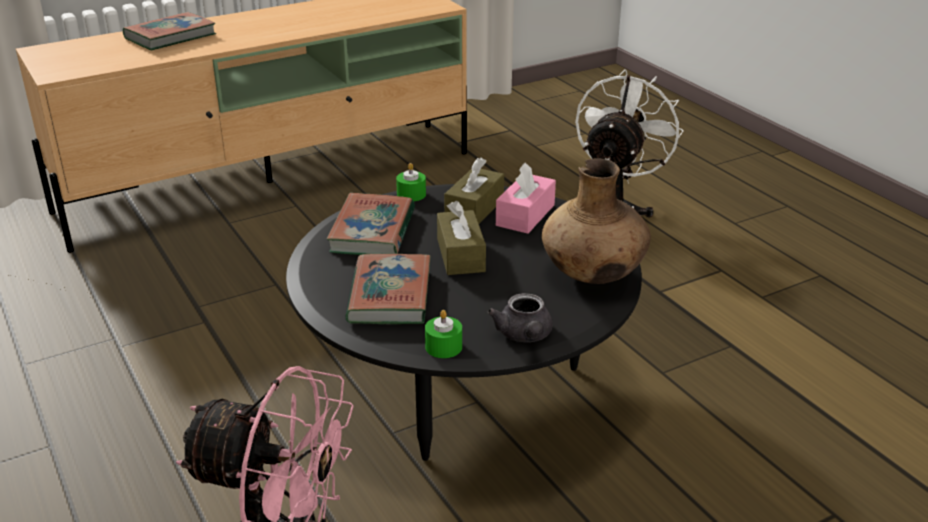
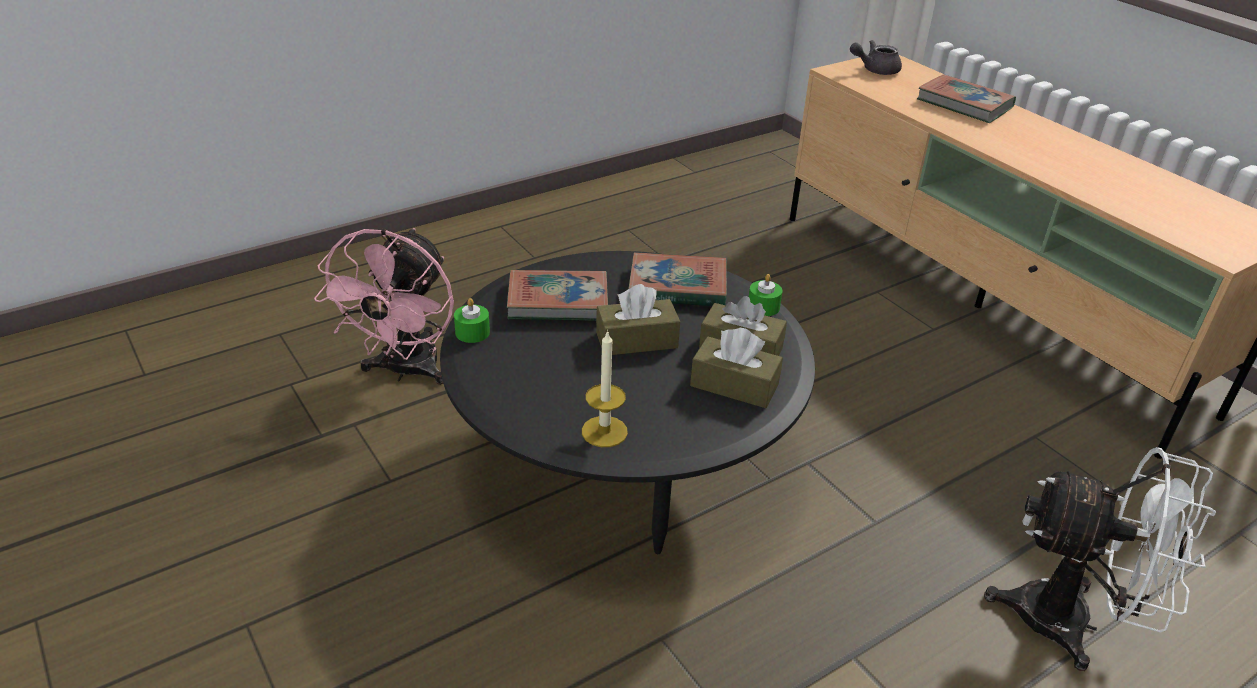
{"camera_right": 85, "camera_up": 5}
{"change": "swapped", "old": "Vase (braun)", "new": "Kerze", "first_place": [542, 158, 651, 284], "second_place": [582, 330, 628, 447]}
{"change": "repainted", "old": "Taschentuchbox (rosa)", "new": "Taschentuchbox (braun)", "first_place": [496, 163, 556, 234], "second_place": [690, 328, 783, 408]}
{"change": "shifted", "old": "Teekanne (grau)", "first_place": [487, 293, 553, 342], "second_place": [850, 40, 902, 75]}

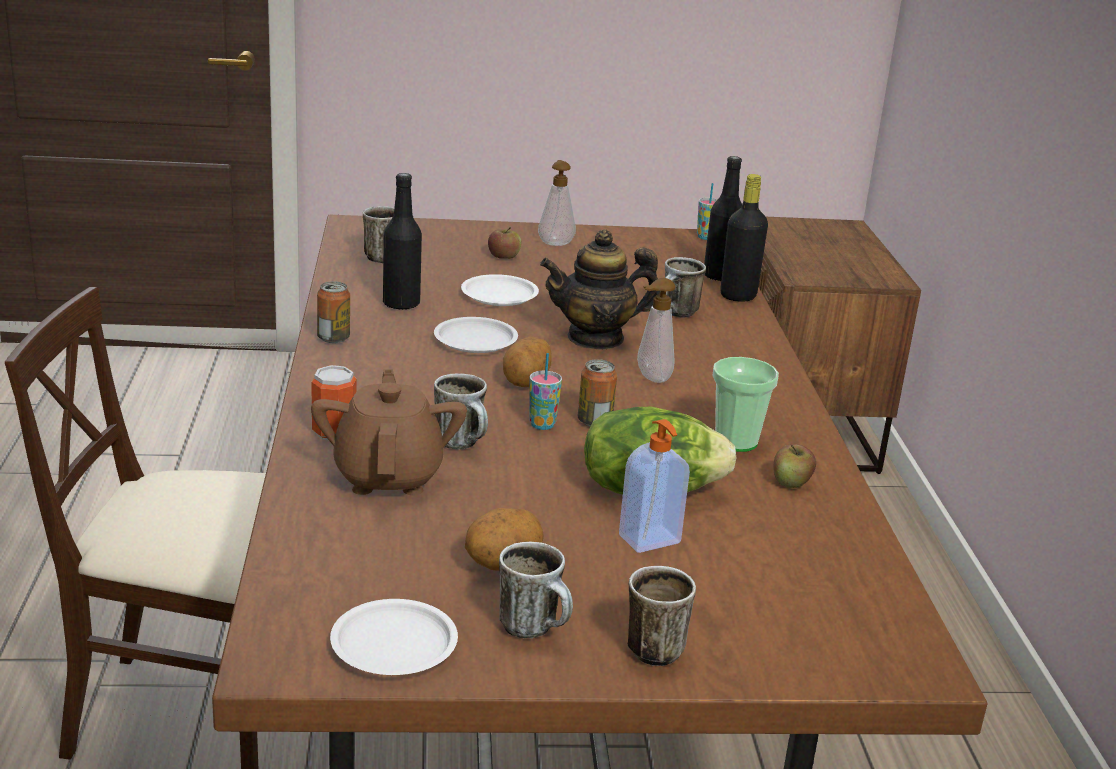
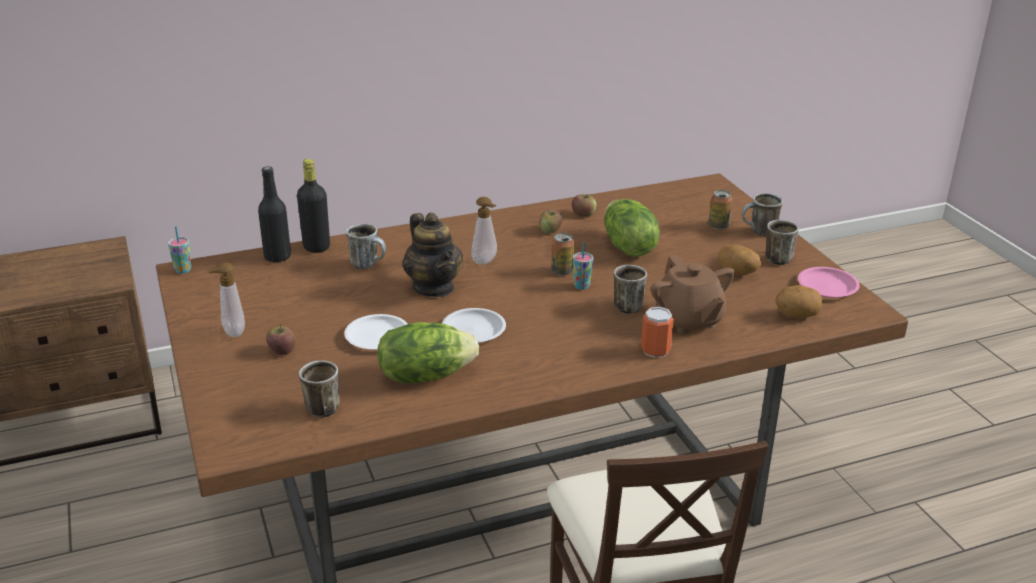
{"camera_right": -105, "camera_up": 5}
{"change": "swapped", "old": "Flasche (schwarz)", "new": "Salatkopf", "first_place": [383, 173, 422, 310], "second_place": [378, 322, 479, 383]}
{"change": "shifted", "old": "Dose", "first_place": [317, 281, 350, 343], "second_place": [709, 190, 732, 230]}
{"change": "shifted", "old": "Kartoffel", "first_place": [503, 337, 551, 387], "second_place": [775, 285, 823, 318]}
{"change": "swapped", "old": "Tasse", "new": "Apfel", "first_place": [712, 357, 779, 452], "second_place": [539, 209, 562, 234]}
{"change": "rotated", "old": "Teekanne (braun)", "first_place": [311, 369, 467, 495], "second_place": [651, 255, 735, 334], "degrees": -90}
{"change": "gone", "old": "Seifenspender", "first_place": [619, 419, 690, 553]}
{"change": "repainted", "old": "Teller (weiß)", "new": "Teller (rosa)", "first_place": [330, 599, 458, 675], "second_place": [798, 267, 860, 298]}

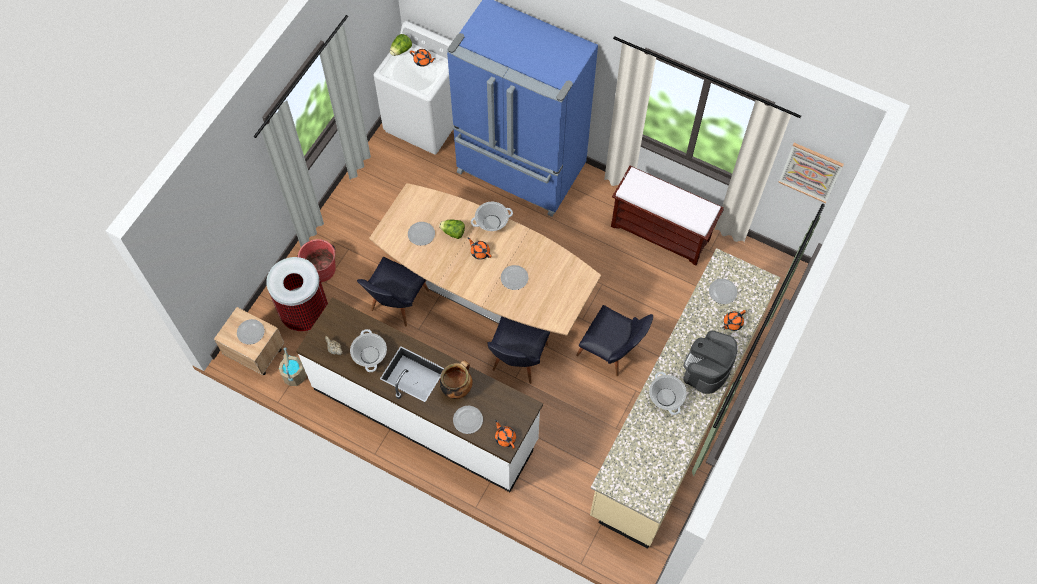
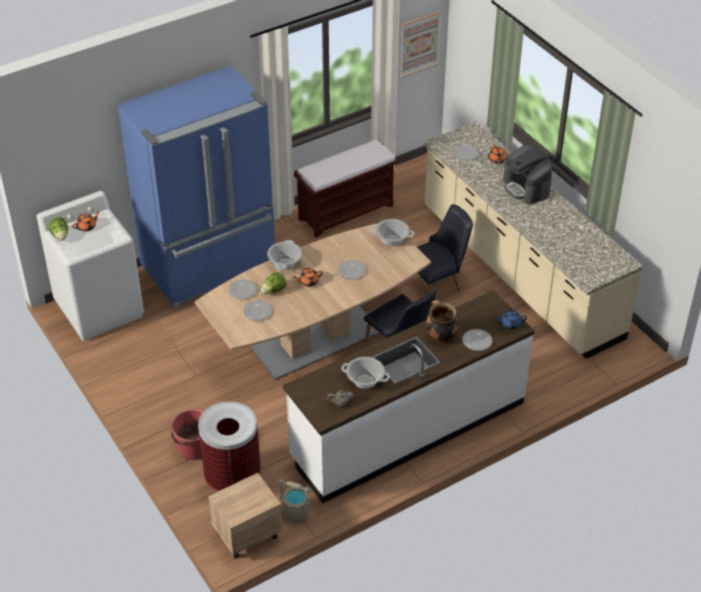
{"camera_right": -60, "camera_up": -20}
{"change": "gone", "old": "Stuhl (schwarz)", "first_place": [357, 257, 429, 326]}
{"change": "shifted", "old": "Teller", "first_place": [237, 319, 265, 345], "second_place": [229, 279, 257, 299]}
{"change": "shifted", "old": "Kochtopf", "first_place": [649, 372, 687, 415], "second_place": [371, 219, 414, 246]}
{"change": "repainted", "old": "Teekanne (orange)", "new": "Teekanne (blau)", "first_place": [495, 420, 516, 449], "second_place": [494, 310, 527, 330]}

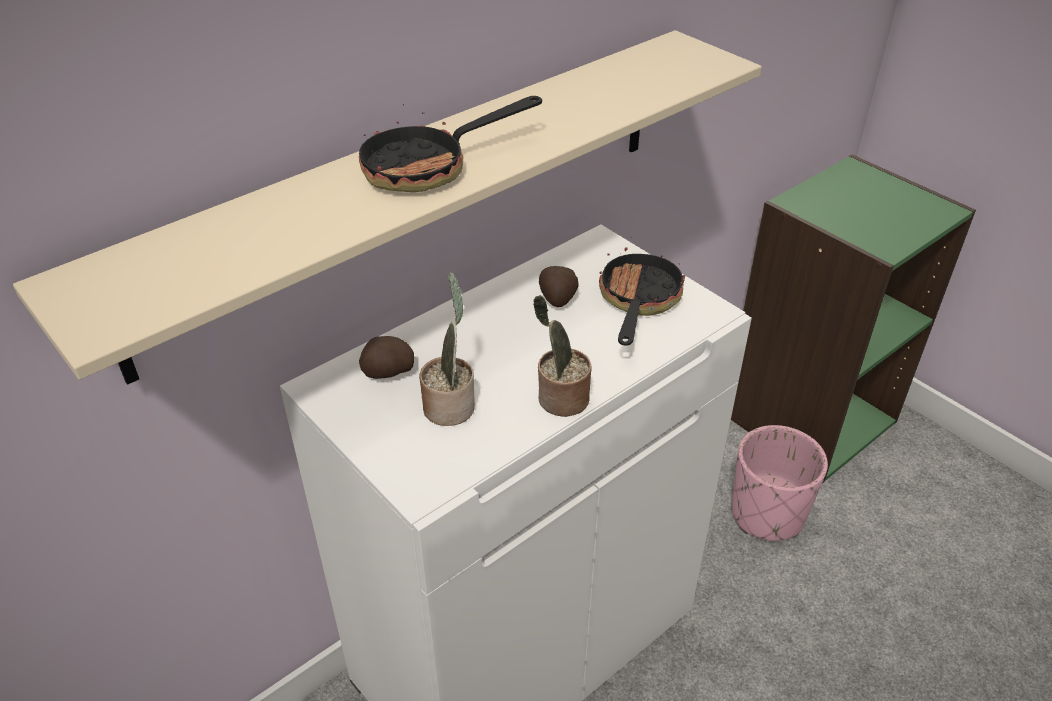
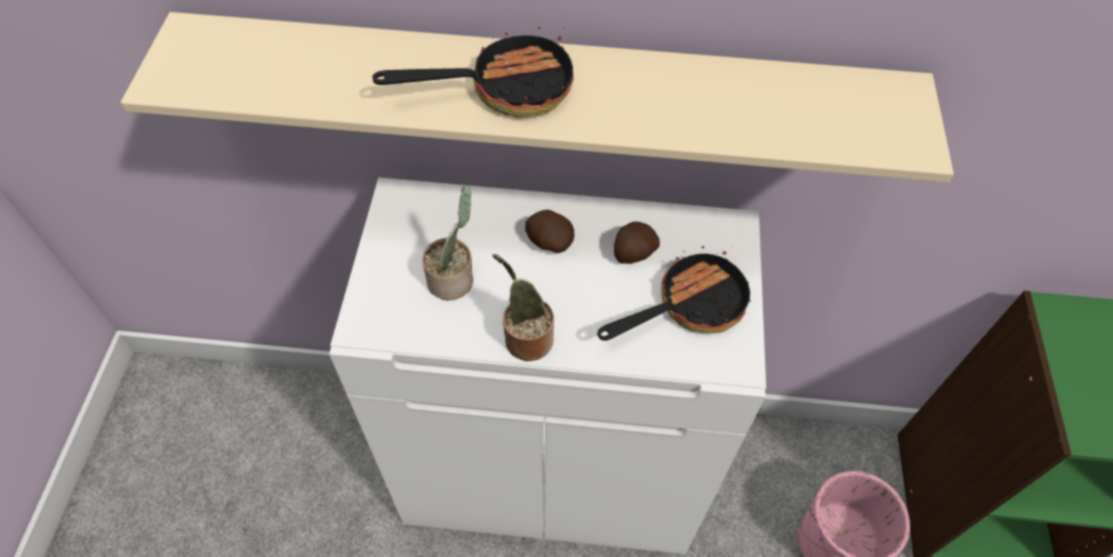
{"camera_right": 45, "camera_up": 15}
{"change": "rotated", "old": "Pfanne", "first_place": [359, 96, 542, 192], "second_place": [372, 27, 574, 117], "degrees": 150}
{"change": "shifted", "old": "Kartoffel", "first_place": [359, 336, 414, 379], "second_place": [525, 210, 574, 253]}

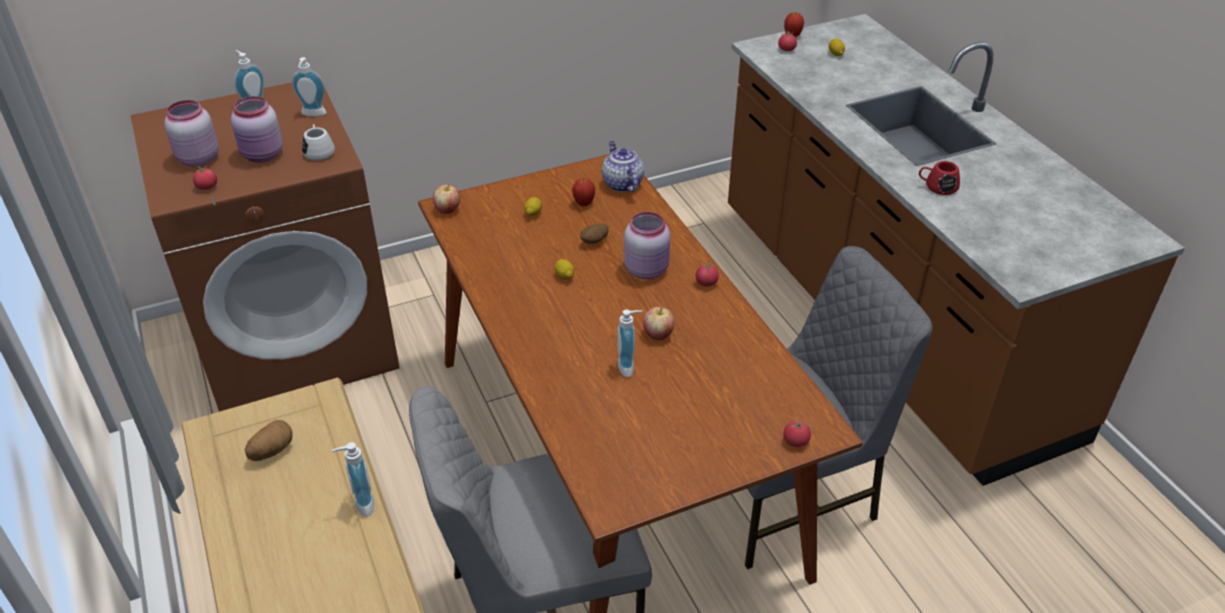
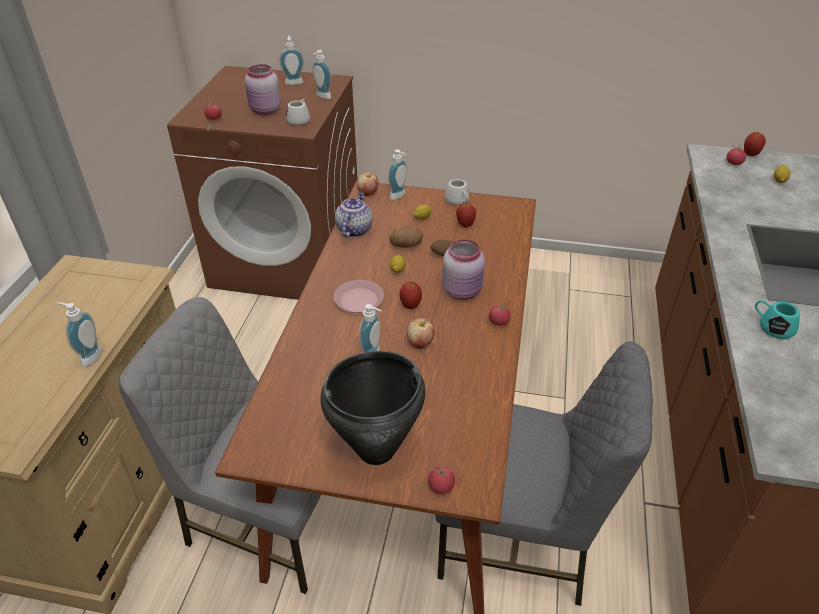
{"camera_right": 35, "camera_up": 0}
{"change": "gone", "old": "Vorratsglas (rosa)", "first_place": [165, 100, 219, 167]}
{"change": "shifted", "old": "Teekanne", "first_place": [602, 141, 644, 192], "second_place": [335, 191, 373, 237]}
{"change": "repainted", "old": "Henkelbecher (rot)", "new": "Henkelbecher (türkis)", "first_place": [919, 161, 960, 195], "second_place": [755, 300, 800, 339]}
{"change": "shifted", "old": "Kartoffel", "first_place": [245, 420, 293, 461], "second_place": [389, 227, 423, 248]}
{"change": "new", "new": "Seifenspender", "second_place": [388, 149, 407, 200]}
{"change": "new", "new": "Henkelbecher (weiß)", "second_place": [444, 179, 470, 205]}
{"change": "new", "new": "Teller (rosa)", "second_place": [334, 280, 384, 313]}
{"change": "new", "new": "Apfel", "second_place": [400, 282, 422, 309]}
{"change": "new", "new": "Kochtopf (schwarz)", "second_place": [320, 351, 425, 465]}

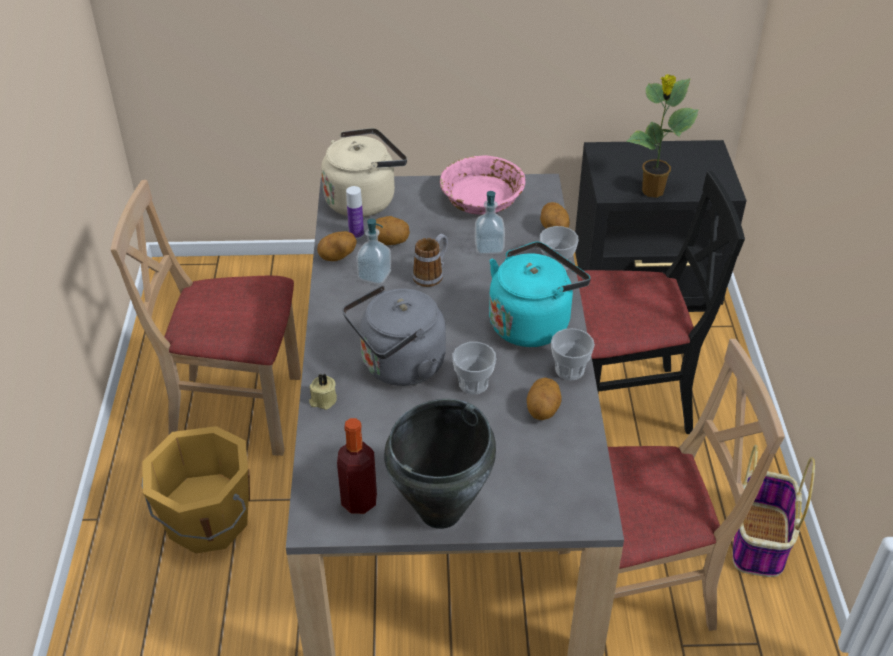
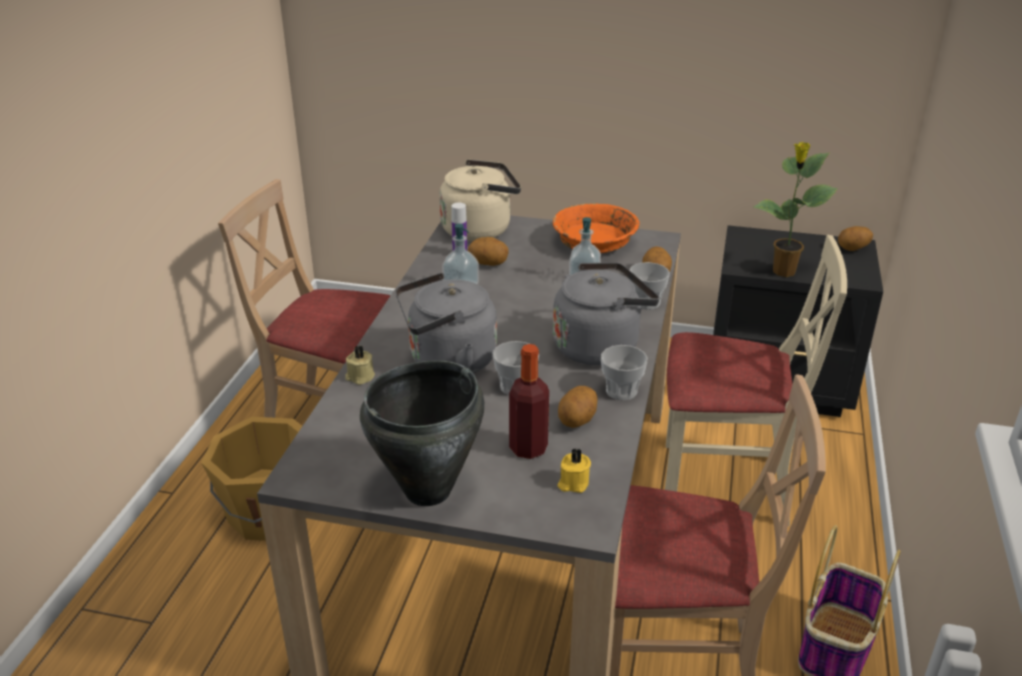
{"camera_right": 15, "camera_up": -10}
{"change": "repainted", "old": "Schüssel (rosa)", "new": "Schüssel (orange)", "first_place": [440, 155, 525, 215], "second_place": [553, 203, 640, 253]}
{"change": "repainted", "old": "Stuhl (schwarz)", "new": "Stuhl (beige)", "first_place": [577, 171, 745, 434], "second_place": [665, 235, 847, 526]}
{"change": "shifted", "old": "Kartoffel", "first_place": [317, 231, 357, 261], "second_place": [838, 226, 873, 251]}
{"change": "gone", "old": "Henkelbecher", "first_place": [412, 234, 448, 287]}
{"change": "repainted", "old": "Wasserkessel (türkis)", "new": "Wasserkessel (grau)", "first_place": [489, 241, 591, 347], "second_place": [553, 262, 660, 365]}
{"change": "shifted", "old": "Flasche", "first_place": [337, 418, 377, 514], "second_place": [509, 344, 549, 459]}
{"change": "new", "new": "Kerze (gelb)", "second_place": [557, 448, 591, 493]}

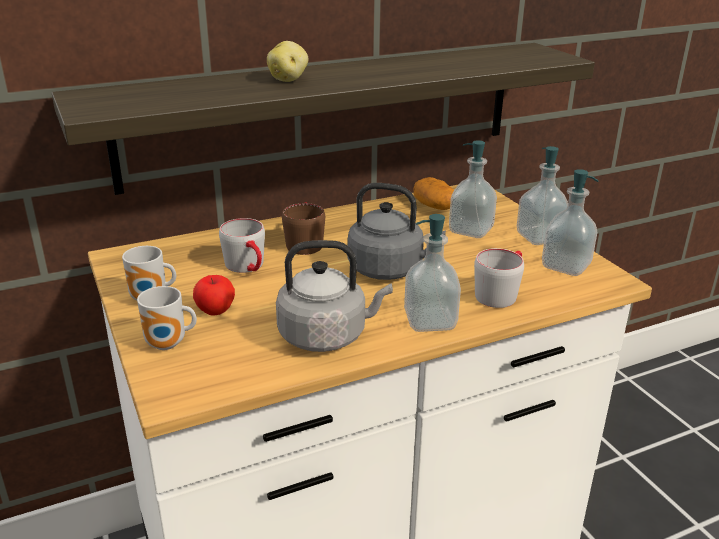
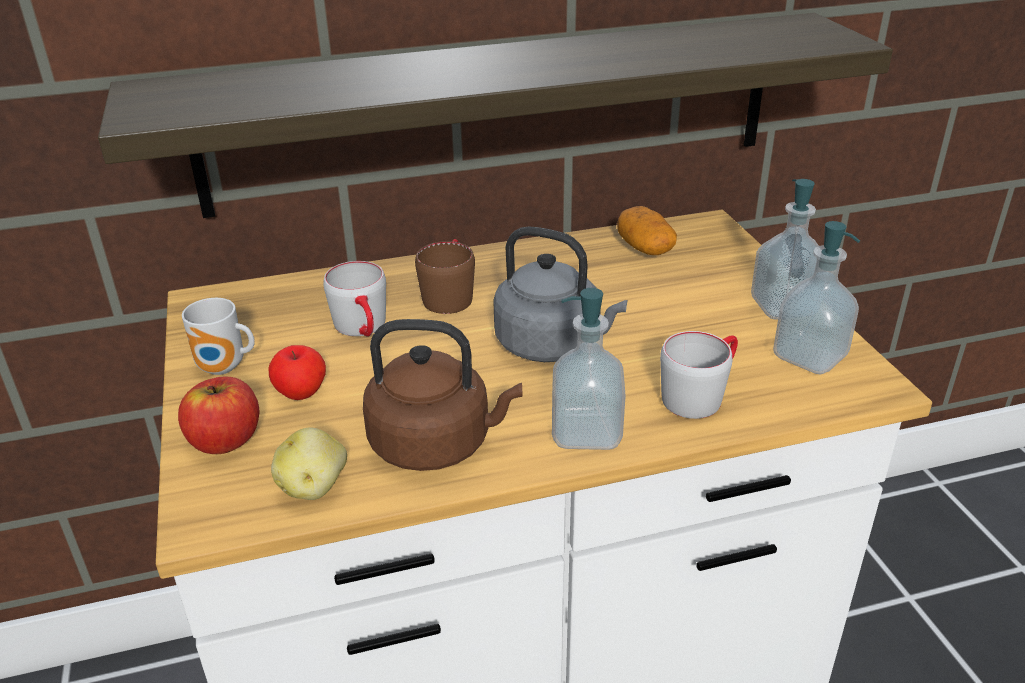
{"camera_right": 10, "camera_up": 5}
{"change": "shifted", "old": "Kartoffel", "first_place": [267, 41, 308, 82], "second_place": [271, 428, 347, 500]}
{"change": "gone", "old": "Seifenspender", "first_place": [449, 140, 497, 238]}
{"change": "repainted", "old": "Wasserkessel (grau)", "new": "Wasserkessel (braun)", "first_place": [276, 240, 393, 352], "second_place": [363, 319, 522, 471]}
{"change": "swapped", "old": "Henkelbecher", "new": "Apfel", "first_place": [137, 286, 197, 350], "second_place": [178, 377, 260, 454]}

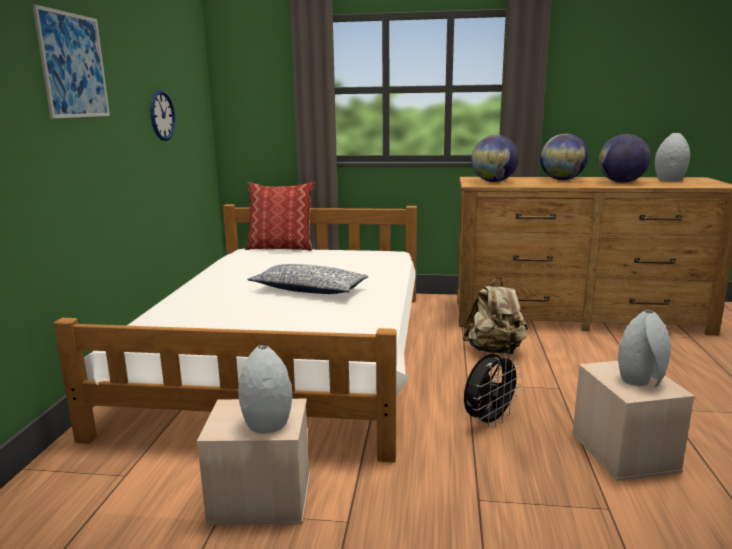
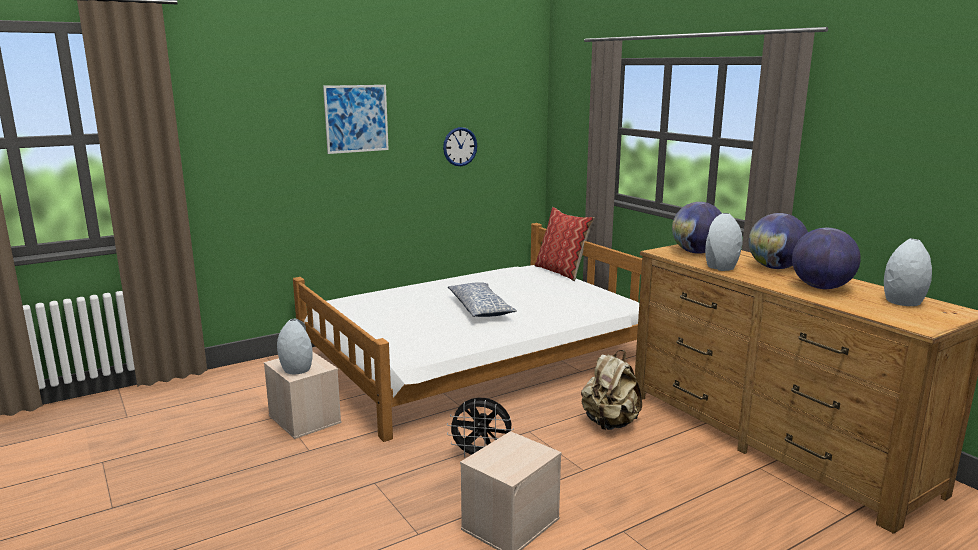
{"camera_right": 50, "camera_up": 0}
{"change": "shifted", "old": "Vase (grau)", "first_place": [618, 310, 671, 387], "second_place": [705, 213, 742, 271]}

